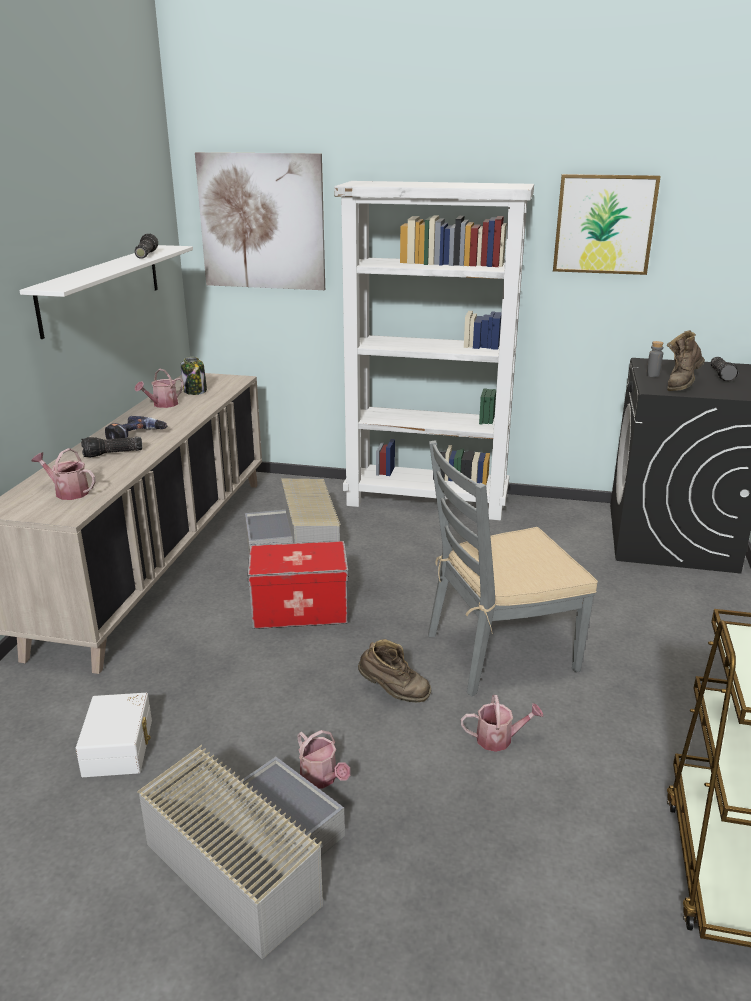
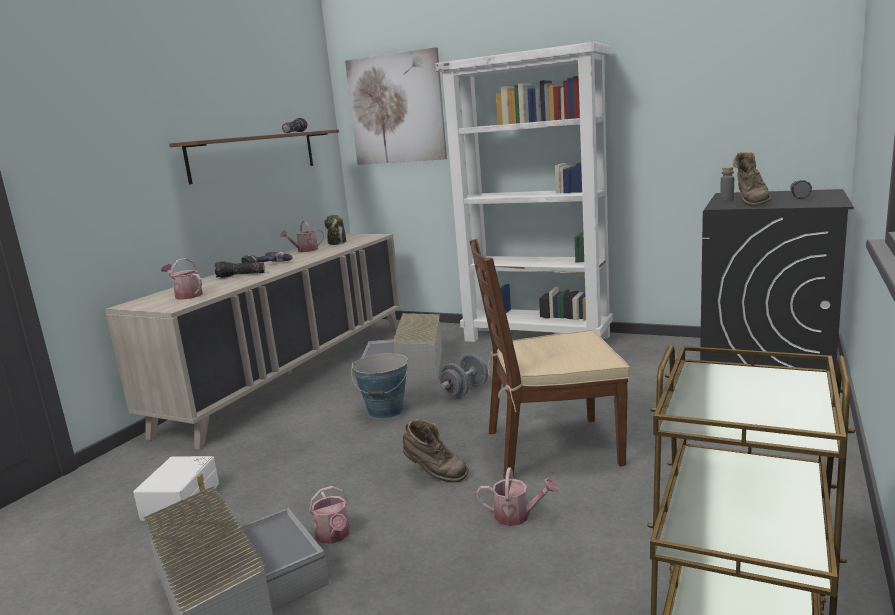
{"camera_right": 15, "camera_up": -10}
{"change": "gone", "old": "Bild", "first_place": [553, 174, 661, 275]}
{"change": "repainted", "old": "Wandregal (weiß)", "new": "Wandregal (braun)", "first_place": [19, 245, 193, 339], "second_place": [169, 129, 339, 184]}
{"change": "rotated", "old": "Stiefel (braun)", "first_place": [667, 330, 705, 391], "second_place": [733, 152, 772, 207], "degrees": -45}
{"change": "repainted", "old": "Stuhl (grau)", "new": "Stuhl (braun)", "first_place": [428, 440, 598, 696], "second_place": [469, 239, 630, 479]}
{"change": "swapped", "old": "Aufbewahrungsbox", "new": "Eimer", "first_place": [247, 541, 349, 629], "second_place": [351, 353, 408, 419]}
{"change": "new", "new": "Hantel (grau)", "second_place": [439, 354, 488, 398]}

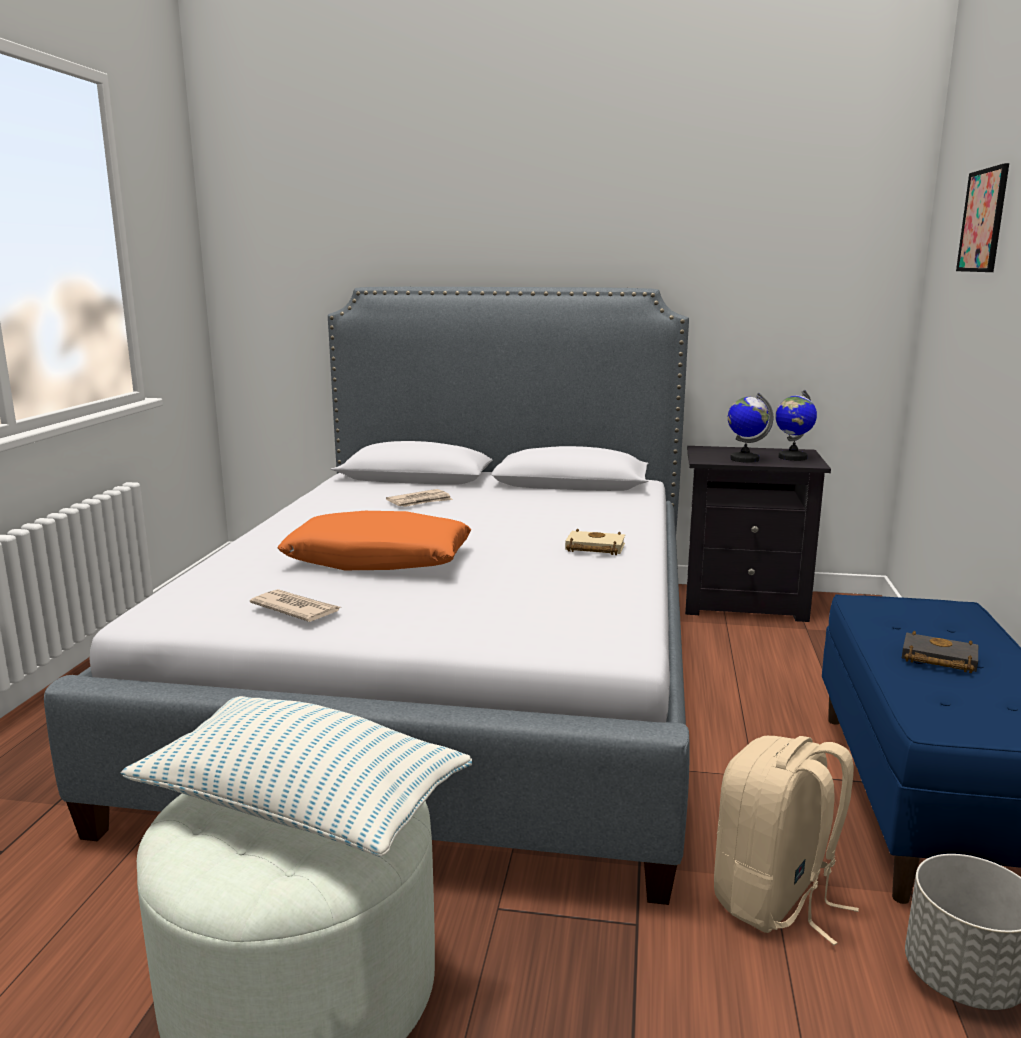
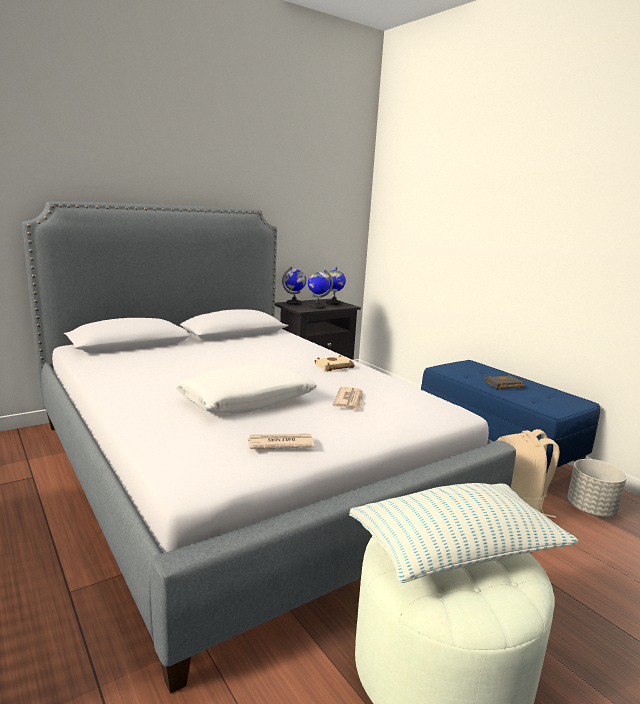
{"camera_right": -45, "camera_up": 0}
{"change": "gone", "old": "Bild", "first_place": [956, 163, 1009, 272]}
{"change": "shifted", "old": "Zeitung", "first_place": [386, 489, 453, 507], "second_place": [333, 387, 363, 409]}
{"change": "repainted", "old": "Kissen (orange)", "new": "Kissen (weiß)", "first_place": [277, 511, 471, 570], "second_place": [176, 364, 317, 413]}
{"change": "new", "new": "Globus", "second_place": [282, 267, 306, 305]}

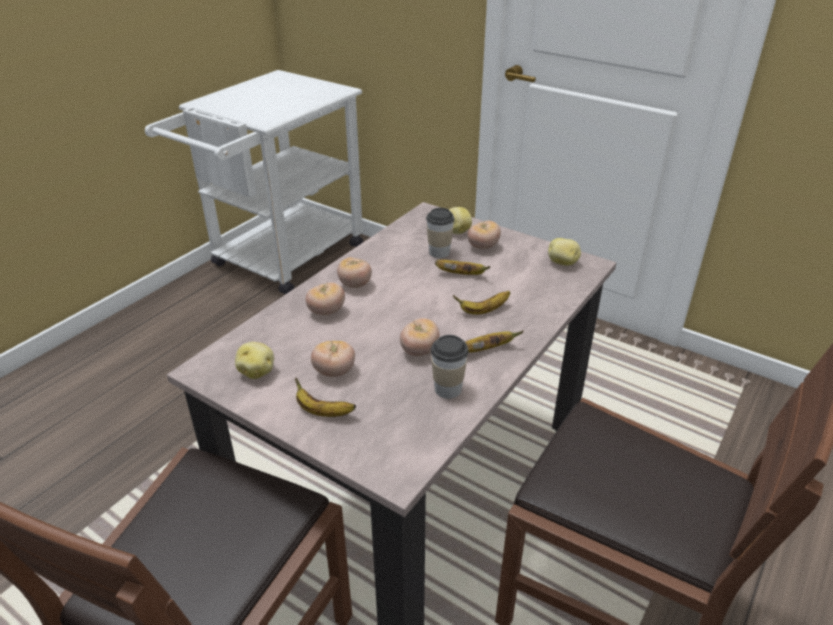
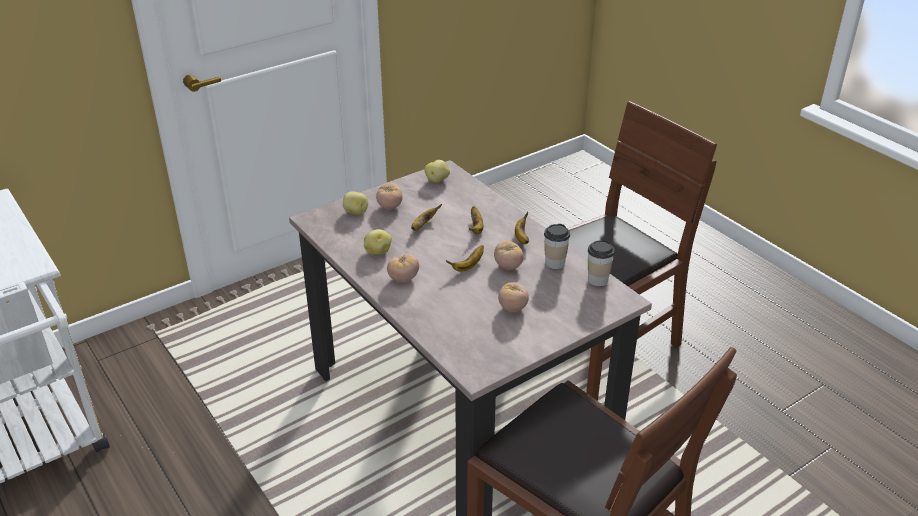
{"camera_right": -70, "camera_up": 0}
{"change": "shifted", "old": "Tasse", "first_place": [426, 208, 455, 258], "second_place": [588, 240, 615, 286]}
{"change": "gone", "old": "Tomate", "first_place": [306, 282, 345, 316]}
{"change": "shifted", "old": "Kartoffel", "first_place": [235, 342, 274, 379], "second_place": [364, 229, 392, 254]}
{"change": "shifted", "old": "Banane", "first_place": [295, 378, 356, 417], "second_place": [446, 245, 484, 272]}

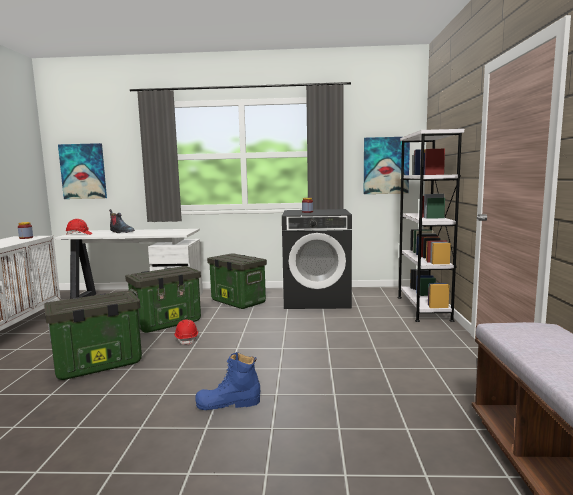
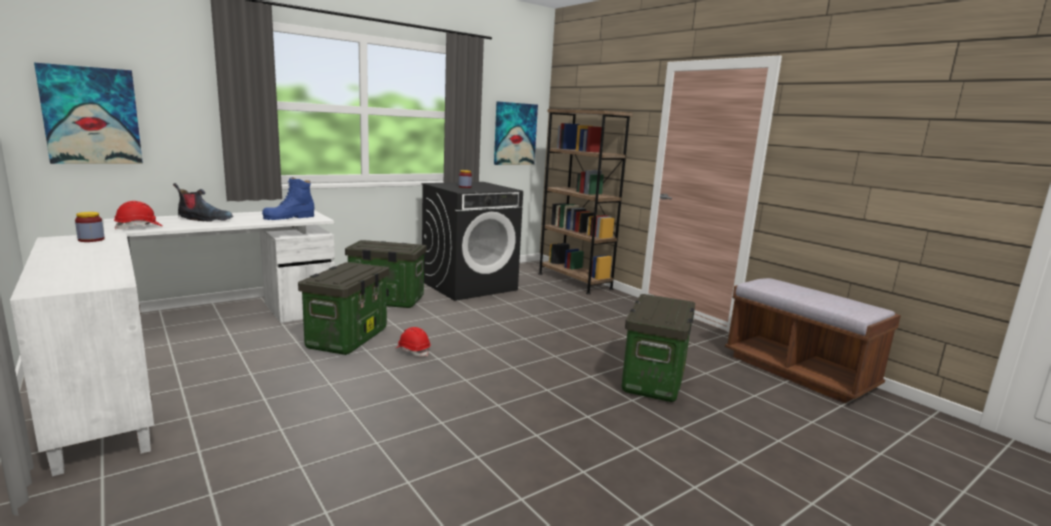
{"camera_right": -40, "camera_up": 5}
{"change": "repainted", "old": "Bücherregal (weiß)", "new": "Bücherregal (braun)", "first_place": [398, 129, 464, 322], "second_place": [538, 109, 633, 294]}
{"change": "shifted", "old": "Aufbewahrungsbox", "first_place": [44, 291, 142, 380], "second_place": [622, 294, 695, 402]}
{"change": "shifted", "old": "Stiefel (blau)", "first_place": [195, 352, 260, 410], "second_place": [262, 177, 314, 220]}

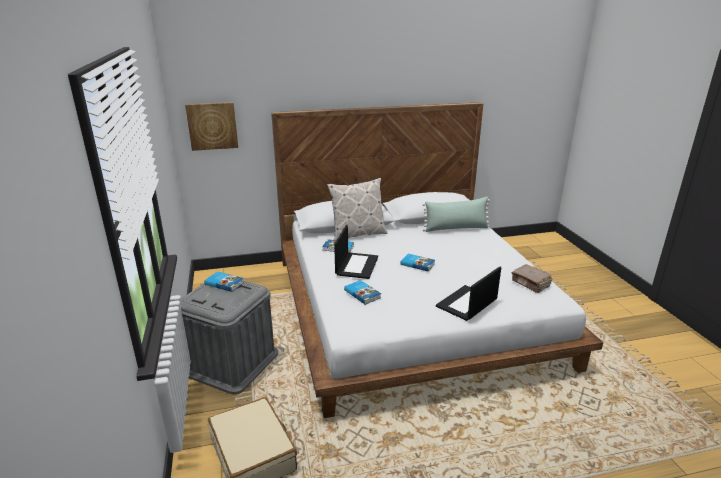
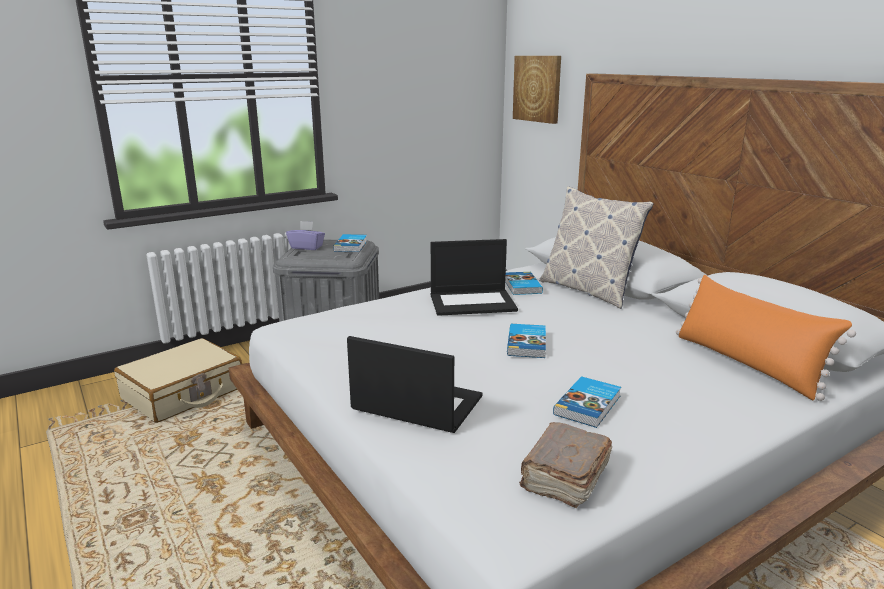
{"camera_right": 70, "camera_up": -5}
{"change": "repainted", "old": "Kissen (grün)", "new": "Kissen (orange)", "first_place": [422, 197, 490, 232], "second_place": [676, 275, 856, 401]}
{"change": "shifted", "old": "Buch", "first_place": [344, 280, 381, 305], "second_place": [553, 376, 621, 428]}
{"change": "new", "new": "Taschentuchbox (lila)", "second_place": [286, 221, 325, 250]}

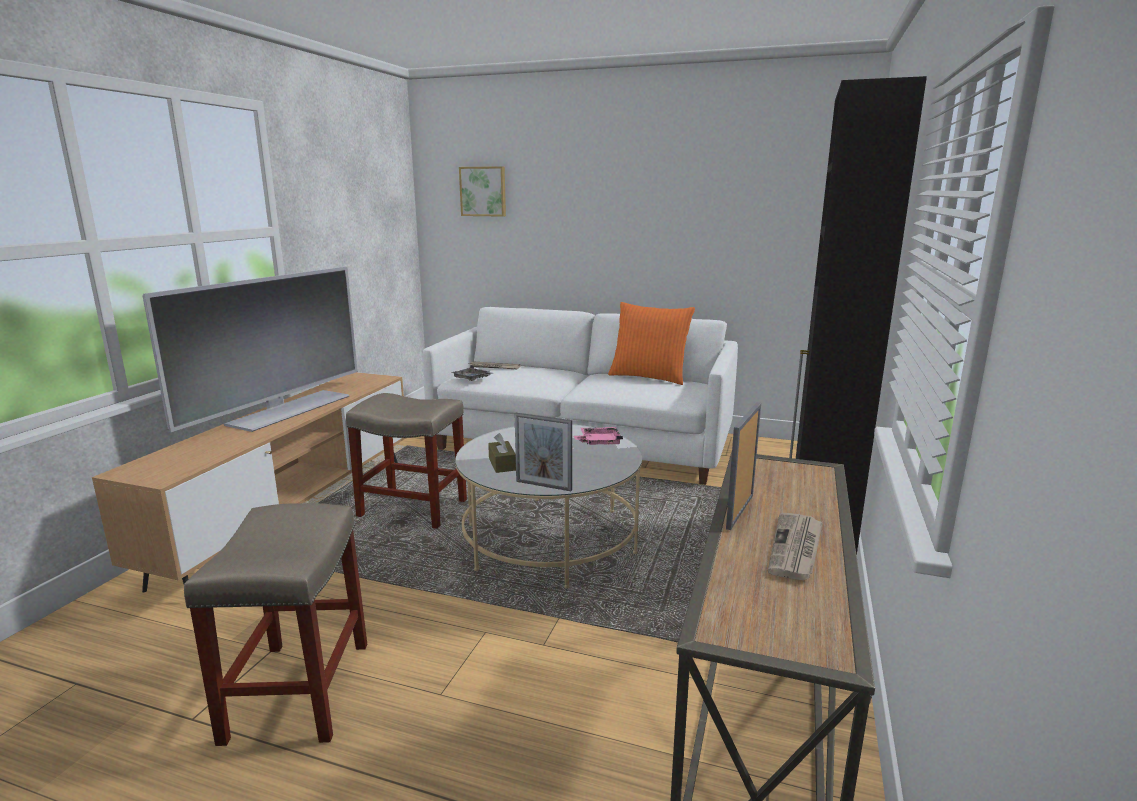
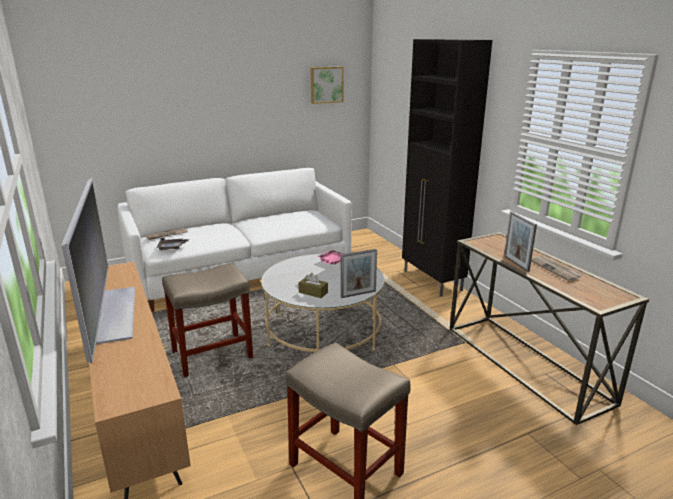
{"camera_right": -45, "camera_up": 5}
{"change": "shifted", "old": "Bild", "first_place": [459, 166, 506, 217], "second_place": [310, 66, 344, 104]}
{"change": "gone", "old": "Kissen (orange)", "first_place": [608, 302, 695, 385]}

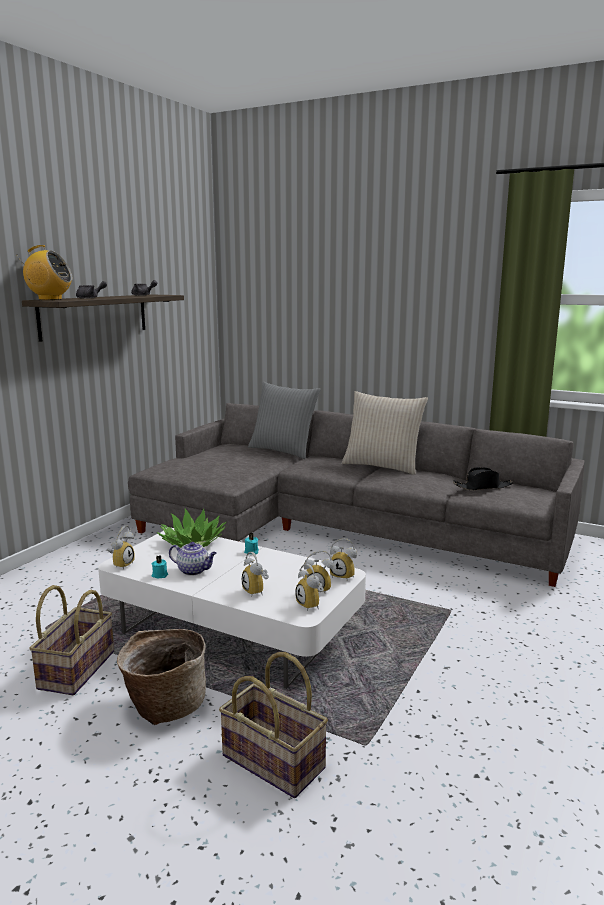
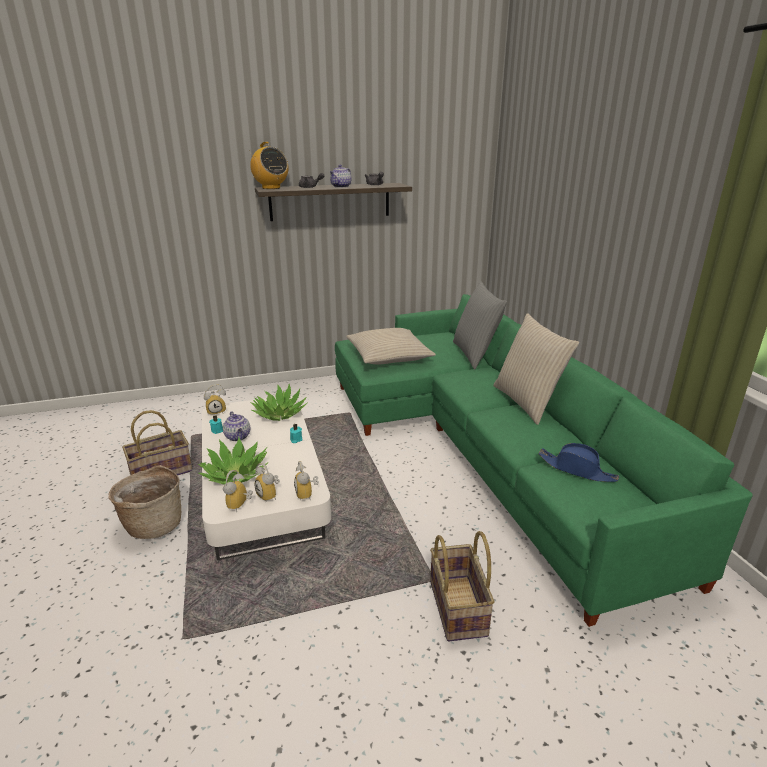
{"camera_right": 45, "camera_up": 10}
{"change": "repainted", "old": "Sofa (grau)", "new": "Sofa (grün)", "first_place": [128, 403, 584, 587], "second_place": [335, 294, 752, 627]}
{"change": "repainted", "old": "Hut (schwarz)", "new": "Hut (blau)", "first_place": [453, 467, 513, 490], "second_place": [538, 443, 619, 482]}
{"change": "swapped", "old": "Wecker", "new": "Topfpflanze", "first_place": [242, 552, 269, 596], "second_place": [198, 437, 269, 484]}
{"change": "shifted", "old": "Korb", "first_place": [219, 652, 328, 798], "second_place": [430, 531, 495, 641]}
{"change": "new", "new": "Teekanne", "second_place": [330, 165, 351, 188]}
{"change": "new", "new": "Kissen (beige)", "second_place": [346, 328, 436, 365]}

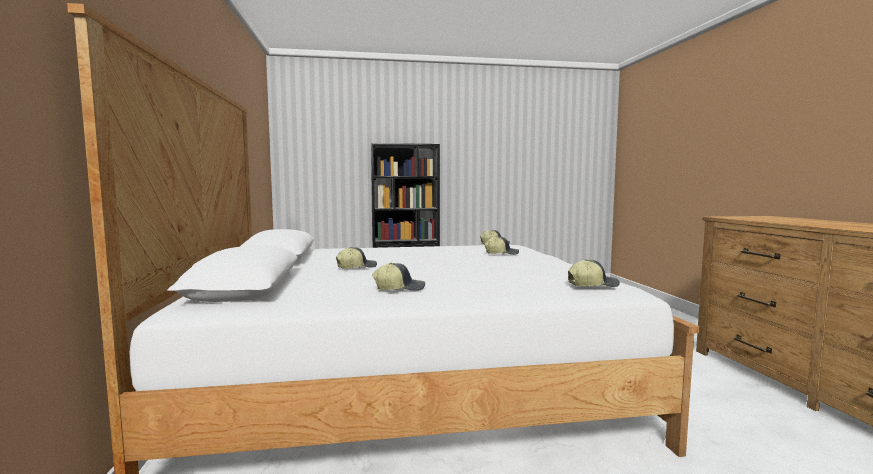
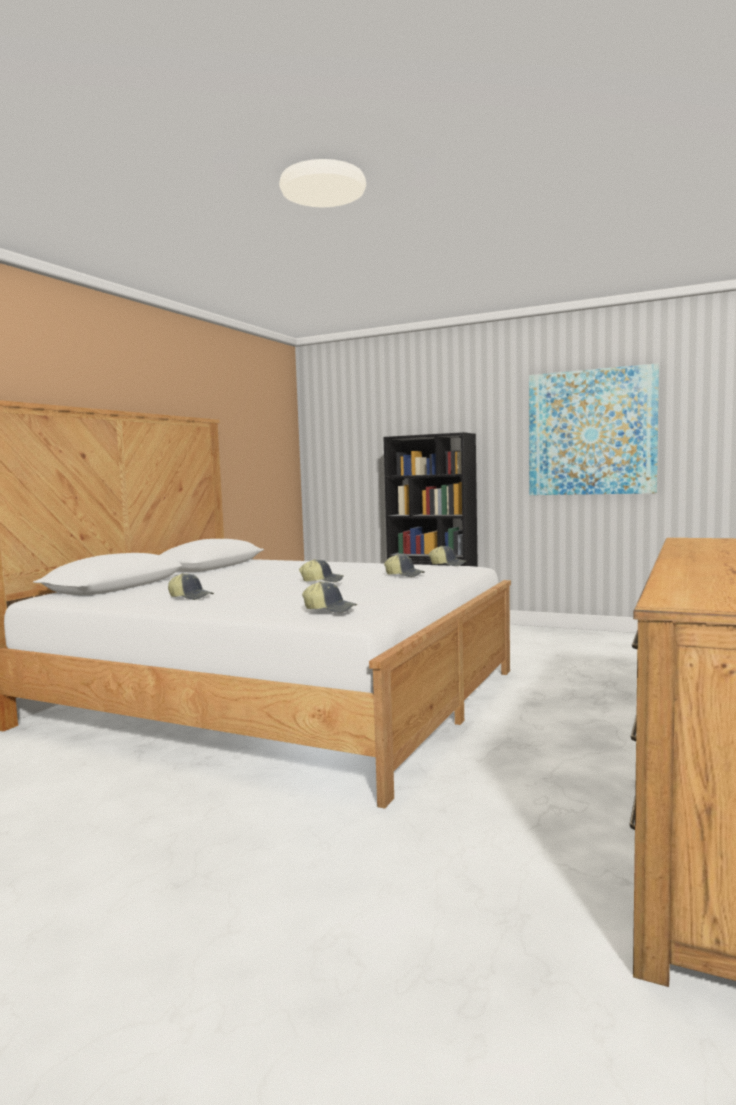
{"camera_right": 35, "camera_up": 0}
{"change": "shifted", "old": "Kappe", "first_place": [336, 247, 377, 269], "second_place": [299, 559, 344, 582]}
{"change": "new", "new": "Bild", "second_place": [529, 363, 659, 495]}

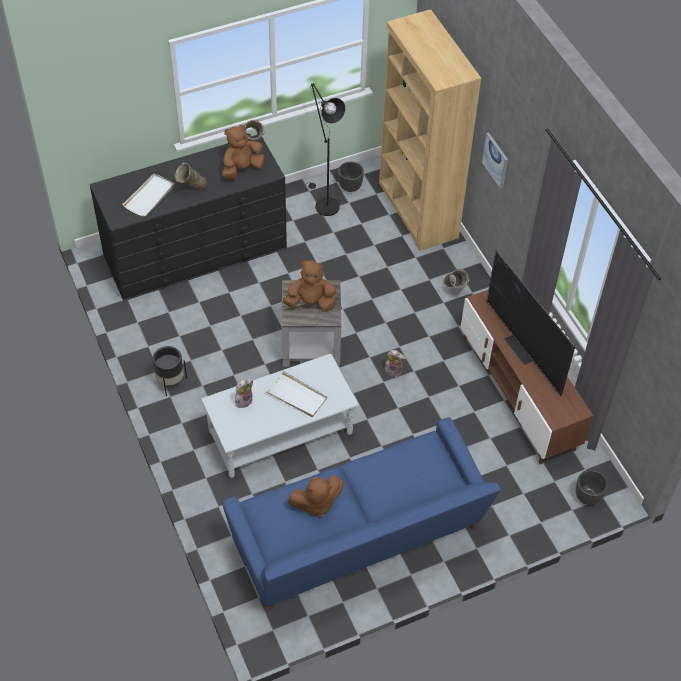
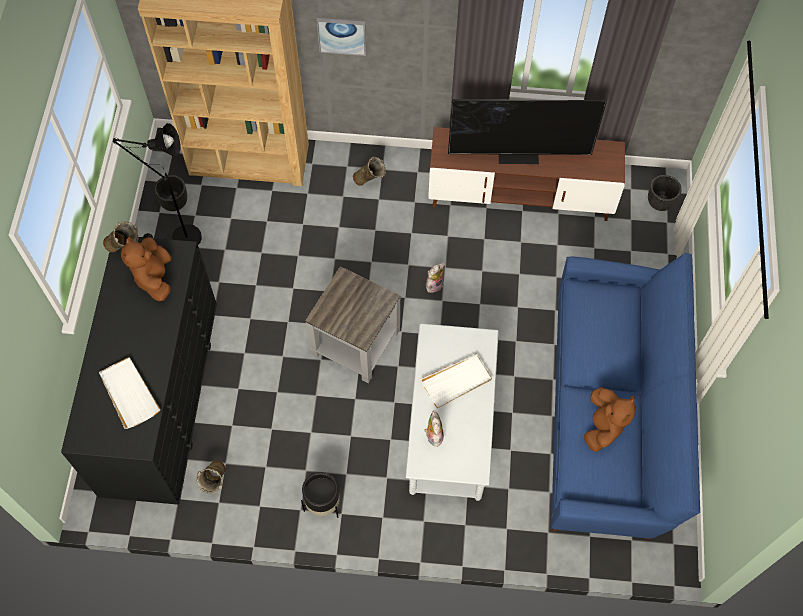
{"camera_right": -60, "camera_up": 10}
{"change": "shifted", "old": "Vase (beige)", "first_place": [174, 162, 207, 190], "second_place": [197, 461, 225, 494]}
{"change": "gone", "old": "Plüschtier (braun)", "first_place": [283, 260, 336, 312]}

